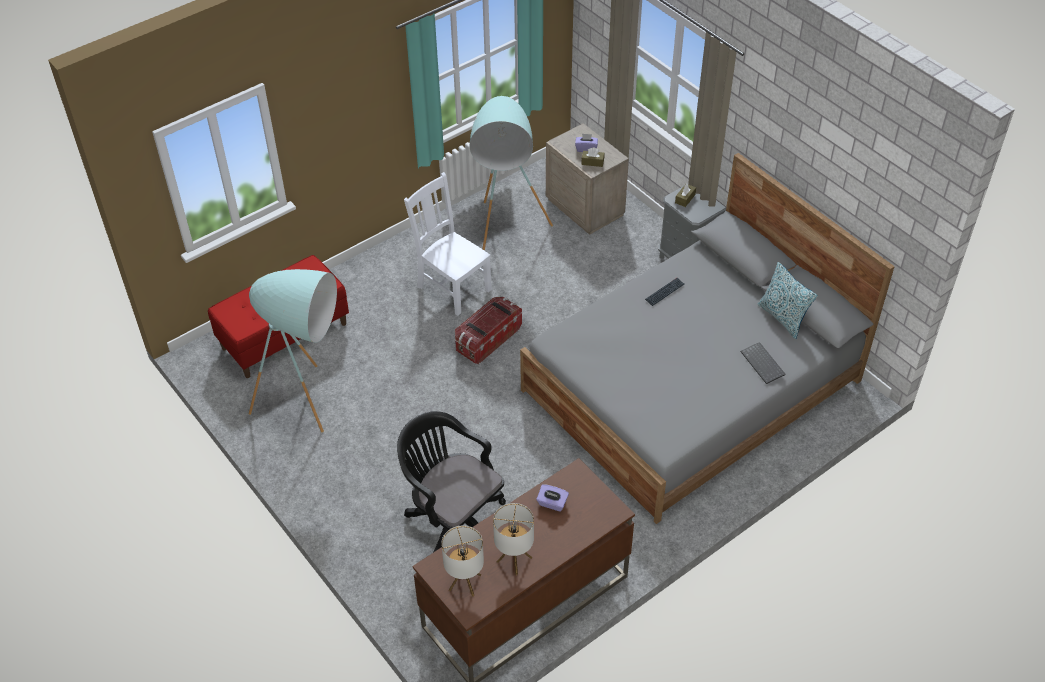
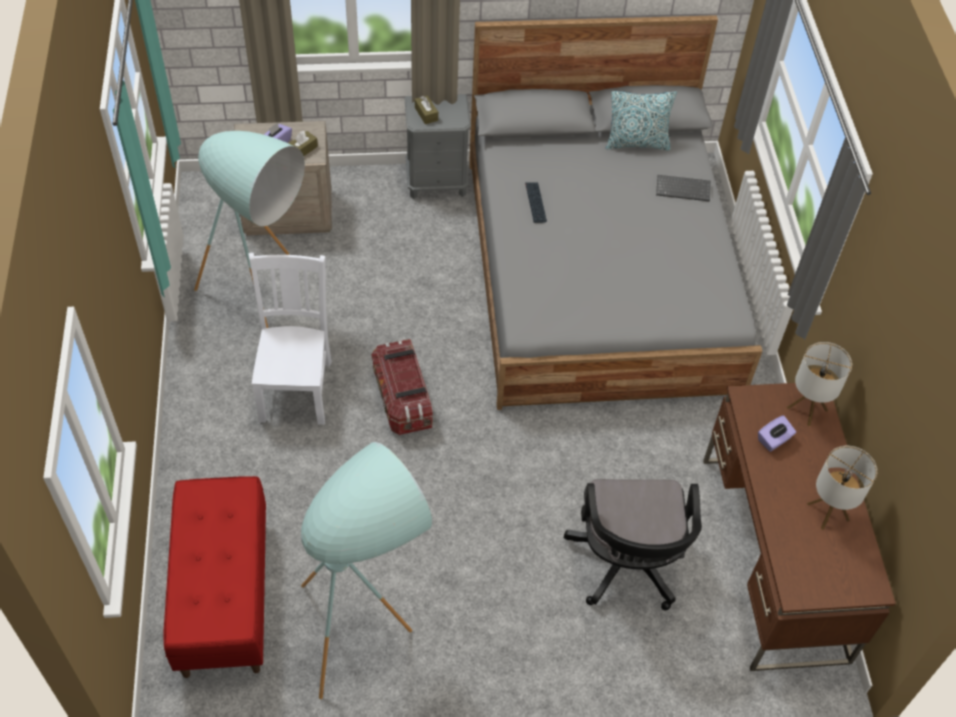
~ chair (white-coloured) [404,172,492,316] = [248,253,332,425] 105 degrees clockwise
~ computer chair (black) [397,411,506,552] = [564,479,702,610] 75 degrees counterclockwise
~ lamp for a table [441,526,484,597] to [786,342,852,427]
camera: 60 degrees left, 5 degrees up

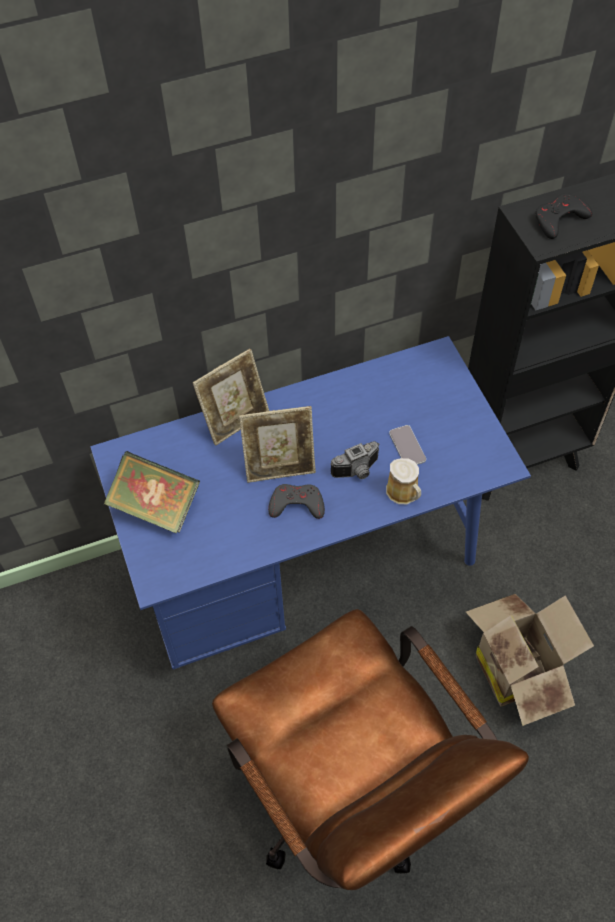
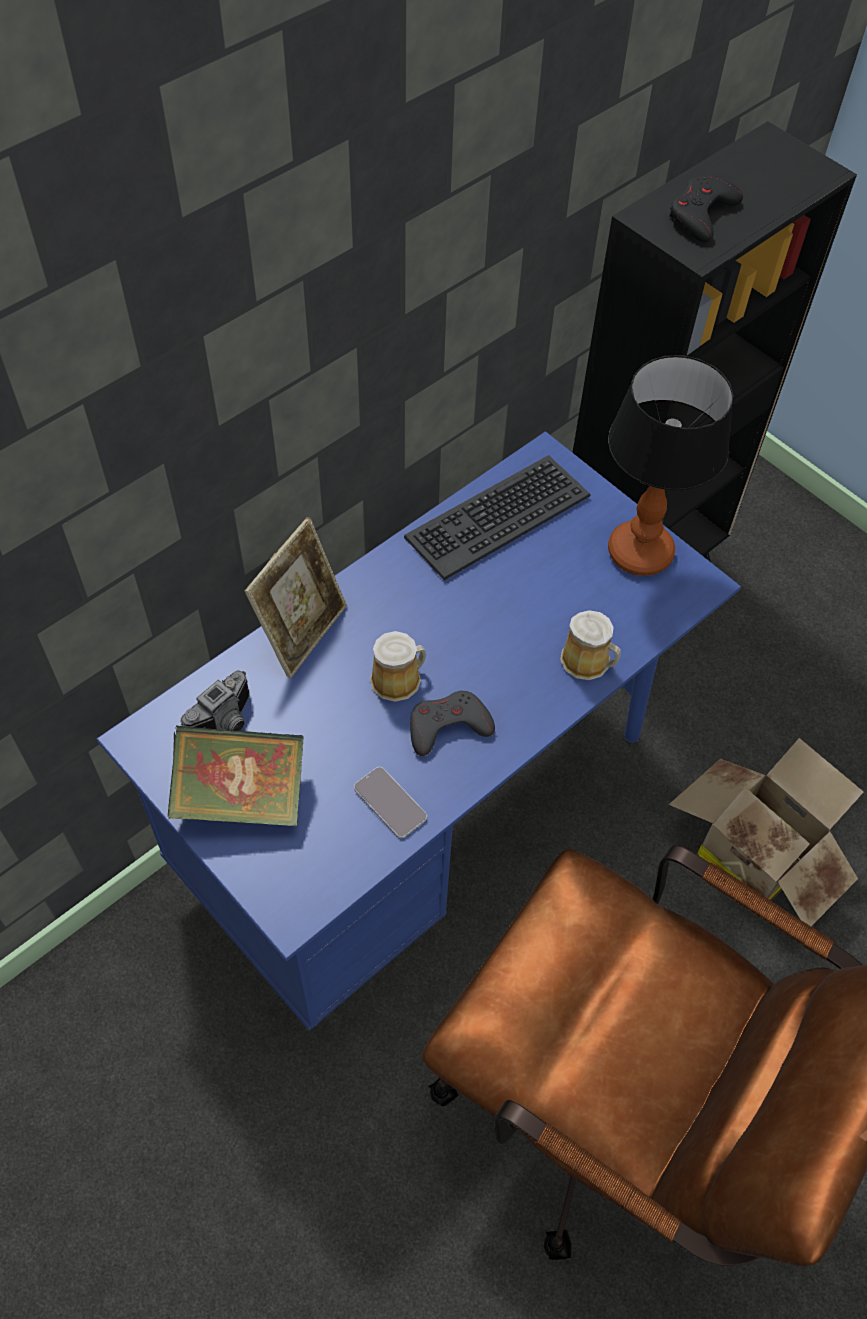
~ photo camera [330,441,380,479] to [180,671,249,731]
~ handset [389,425,426,465] to [354,767,427,838]
~ photo frame [239,406,316,483] to mug [370,631,426,702]
+ PC keyboard [404,455,591,580]
+ lamp for a table [608,355,734,576]
camera: 25 degrees left, 0 degrees up

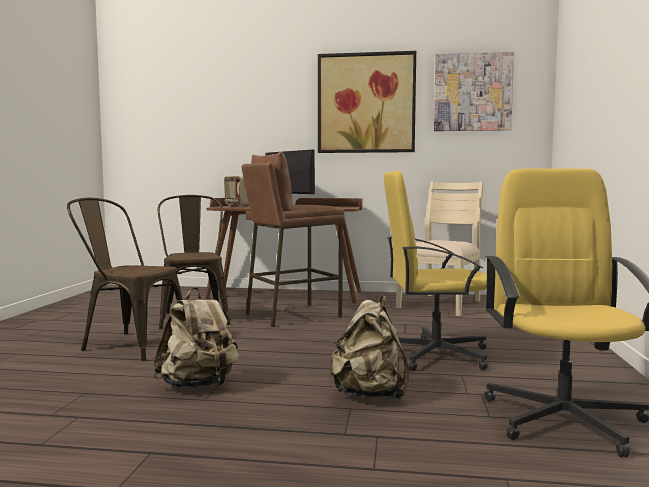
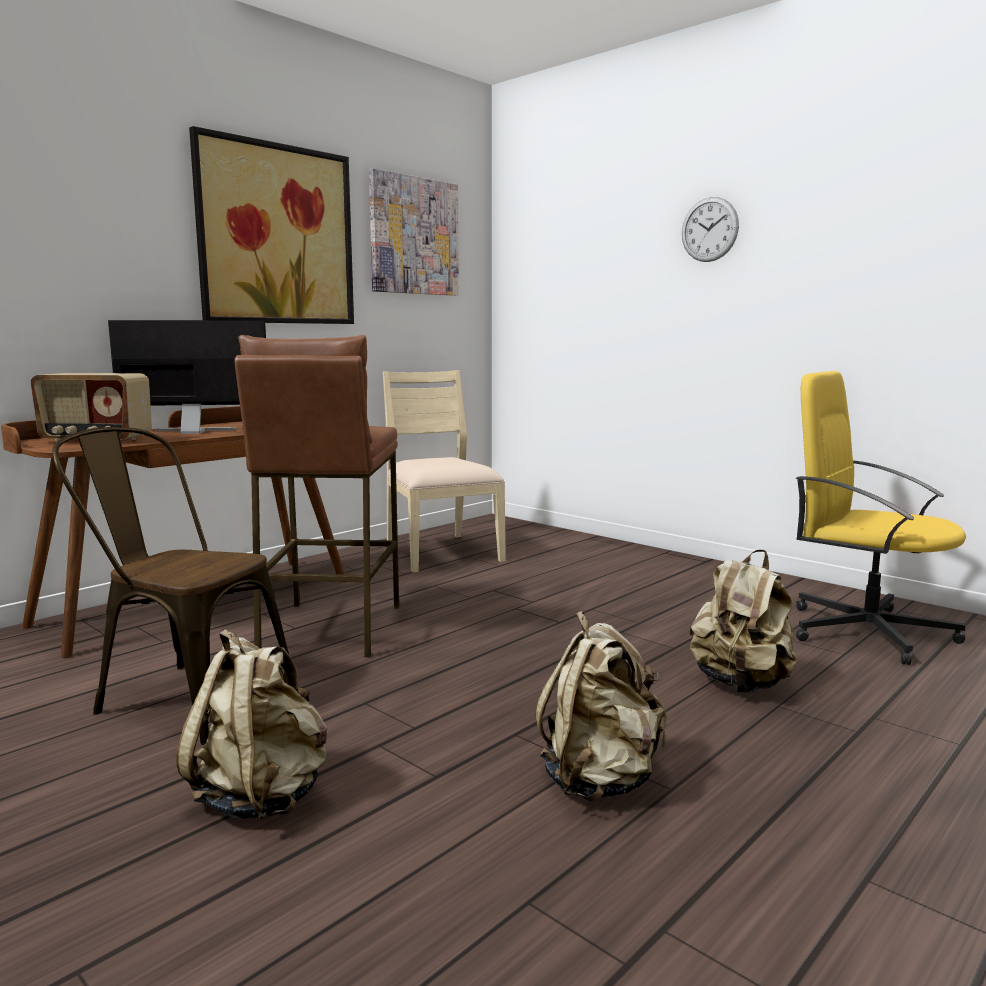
~ chair (brown-coloured) [67,198,183,361] to knapsack (beige) [176,629,328,819]
+ clock on the wall [682,197,739,262]
- computer chair (yellow-coloured) [384,171,488,371]
camera: 55 degrees left, 5 degrees up

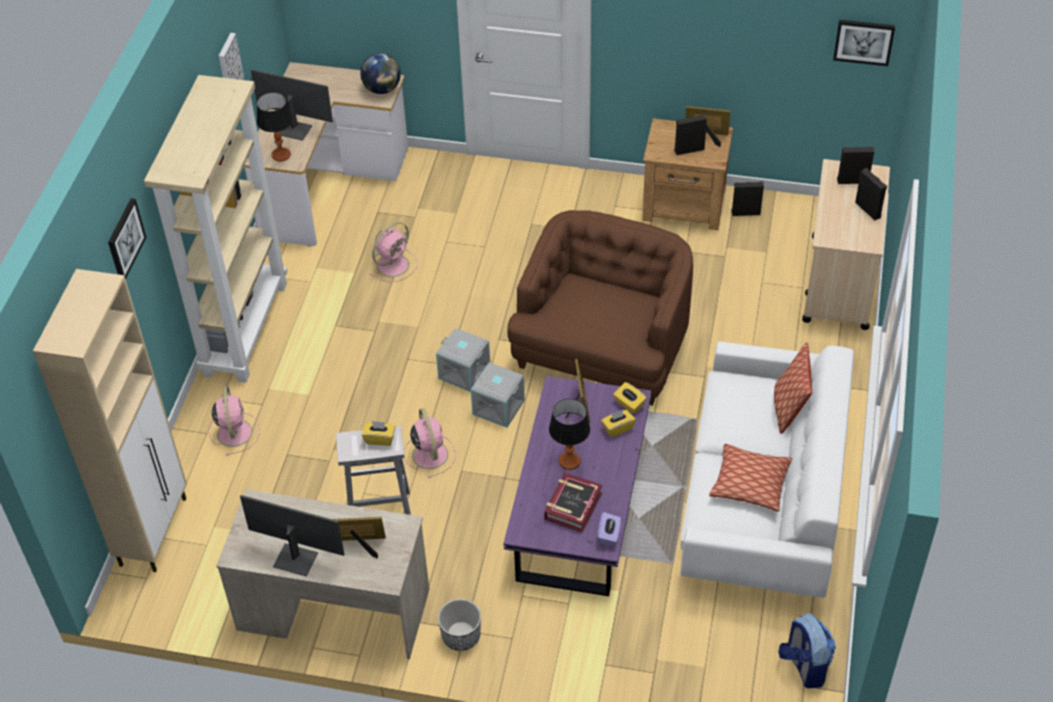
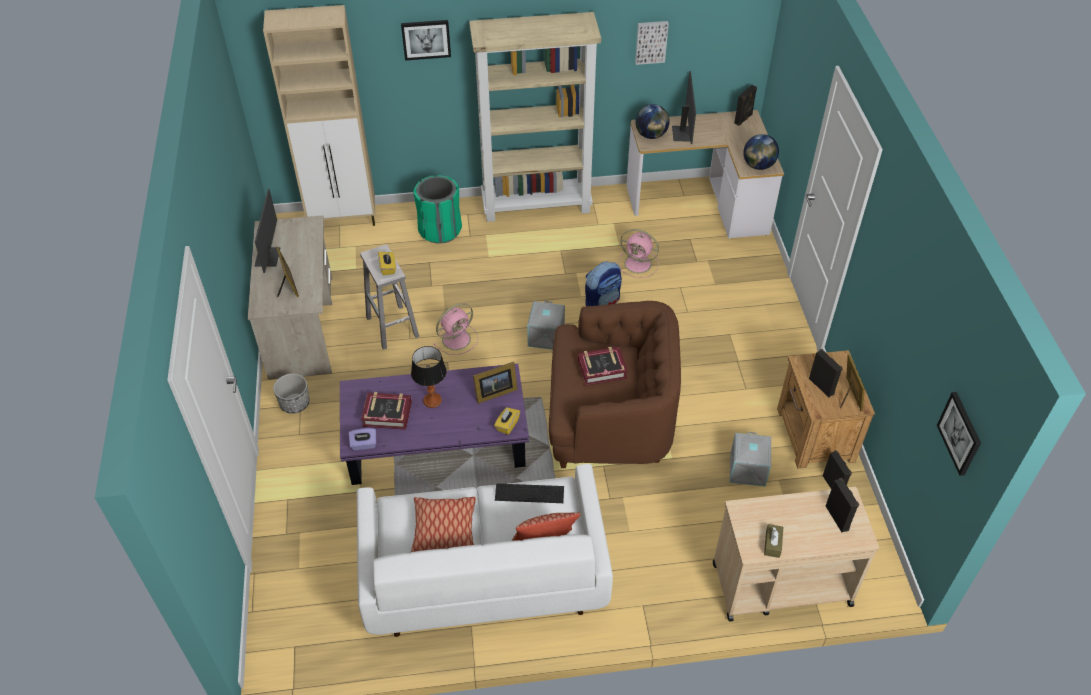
~ fan (pinkish) [209,386,260,455] to trash can (green) [413,175,462,243]
+ PC keyboard [495,484,564,503]
+ book [578,347,628,386]
~ knapsack [778,613,836,688] to [585,261,622,306]
~ lamp for a table [257,92,293,162] to world globe [635,104,670,139]
~ storage bin (grey) [471,363,525,428] to [730,432,771,487]
~ loudspeaker (black) [855,168,887,220] to [734,85,757,126]
+ tissue box (brown-coloured) [764,524,783,558]
- tissue box (yellow-coloured) [601,410,636,437]
camera: 70 degrees right, 0 degrees up

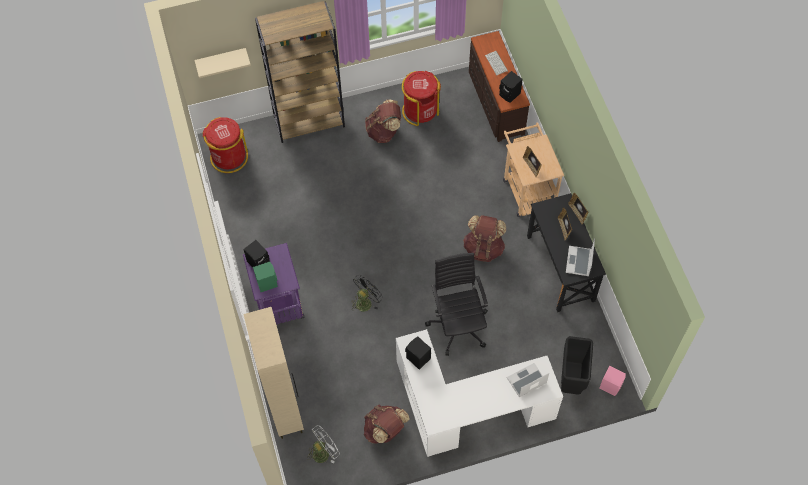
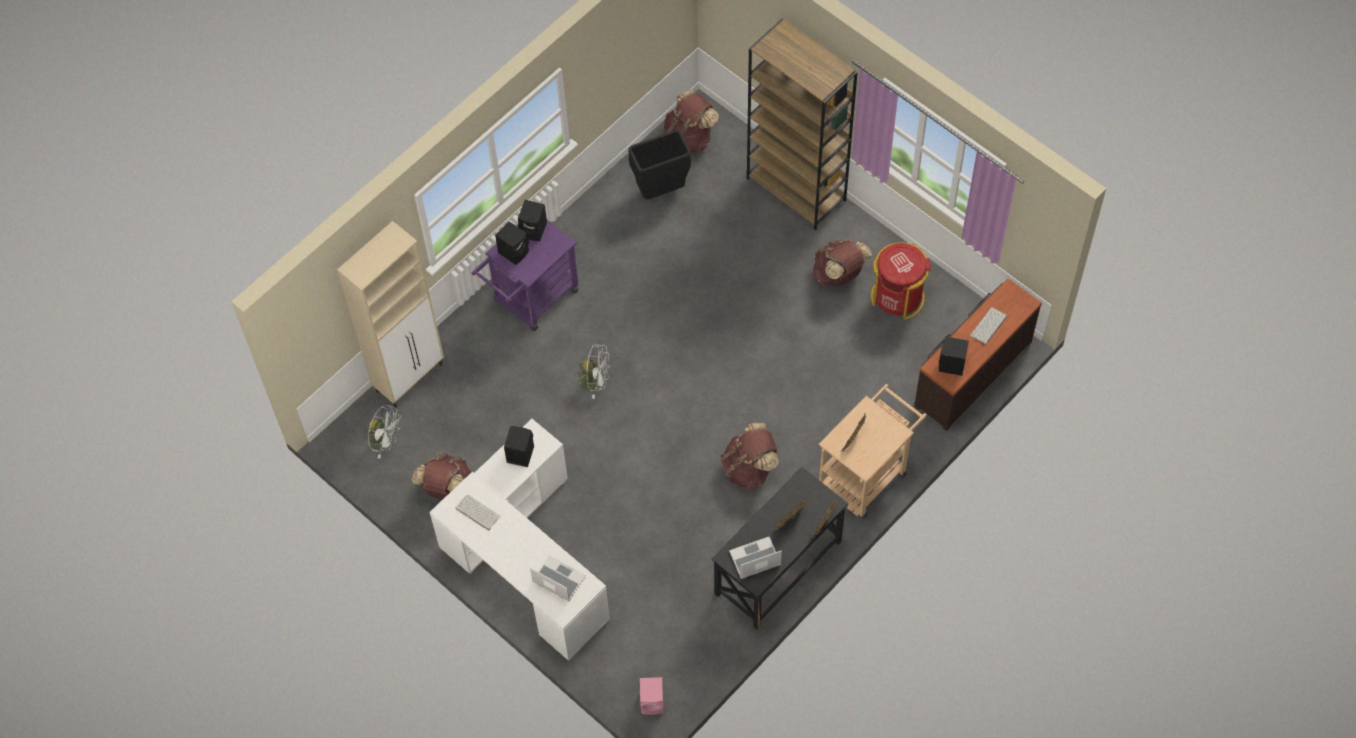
+ PC keyboard [455,495,500,531]
~ loudspeaker (green) [253,261,278,292] to loudspeaker (black) [495,221,529,265]
~ fan (black) [351,275,383,312] to fan (white-coloured) [575,344,610,399]
~ trash can (black) [561,336,593,395] to [628,130,691,200]
~ trash can (red-coloured) [203,117,248,173] to knapsack (brown-coloured) [663,90,719,153]
- bracket shelf (beige) [194,48,251,78]
- computer chair (black) [425,253,488,356]
camera: 60 degrees right, 0 degrees up

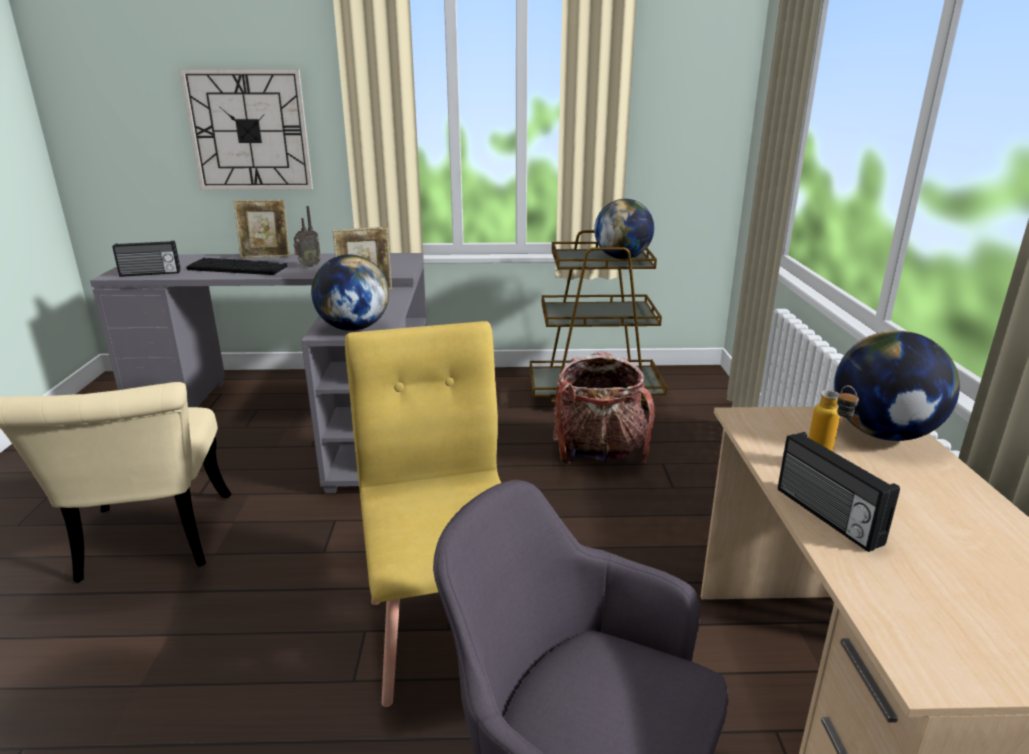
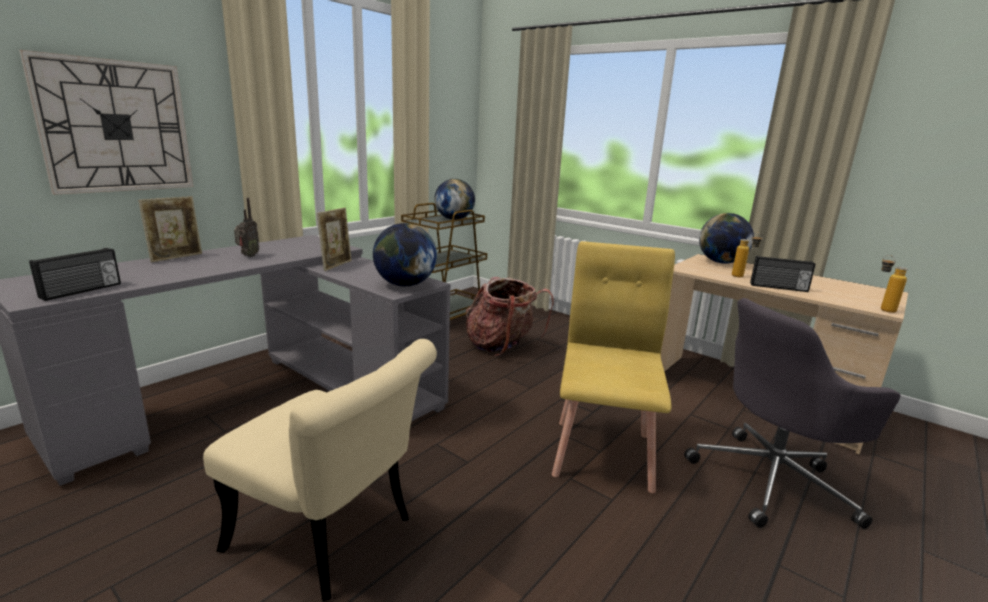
~ chair (yellow-coloured) [345,321,501,707] = [552,241,675,493] 75 degrees clockwise
+ drink bottle [881,255,908,313]
- PC keyboard [186,258,288,275]
camera: 50 degrees left, 5 degrees down

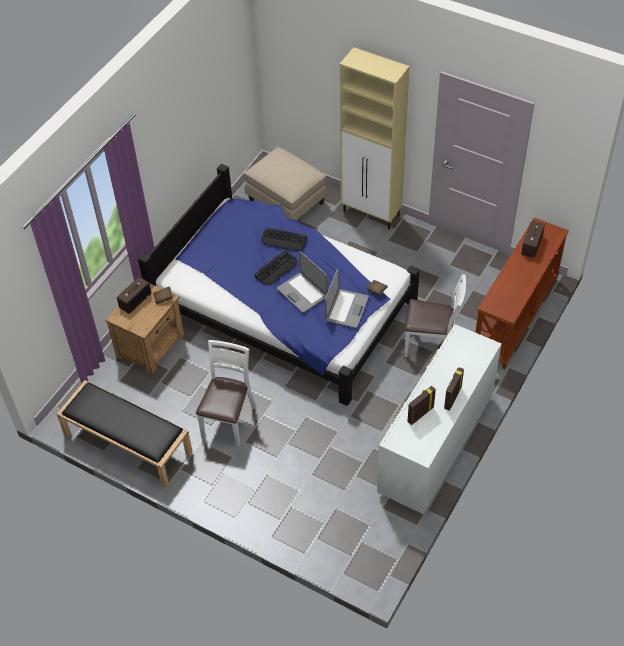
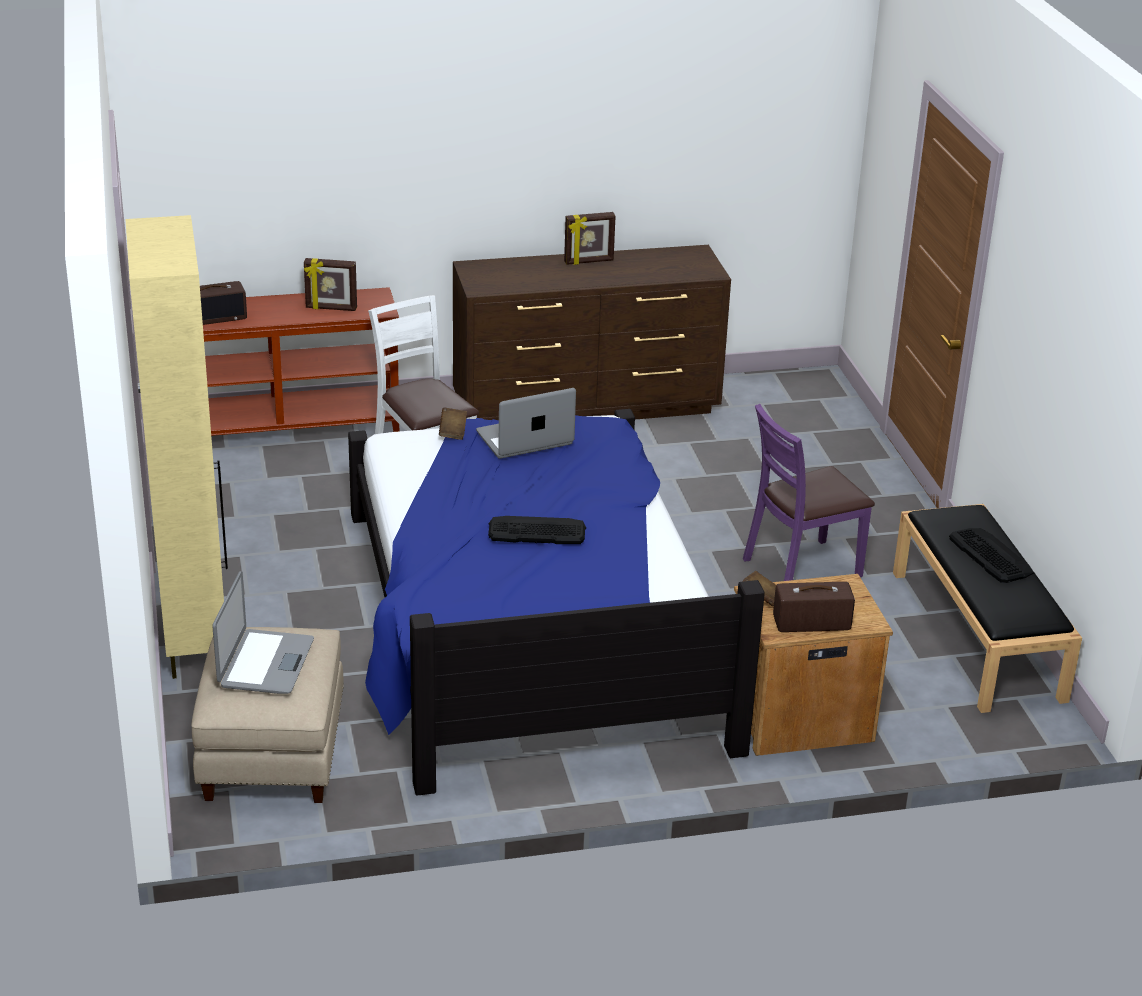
~ notebook computer [277,252,328,312] to [212,571,314,694]
~ photo frame [407,386,436,425] to [304,258,357,311]
~ drawer chest (white-coloured) [377,324,501,515] to drawer chest (brown-coloured) [453,245,731,420]
~ chair (white-coloured) [196,340,256,447] to chair (purplish) [743,404,875,581]
~ PC keyboard [261,228,307,251] to [949,528,1034,583]
camera: 135 degrees left, 20 degrees down

